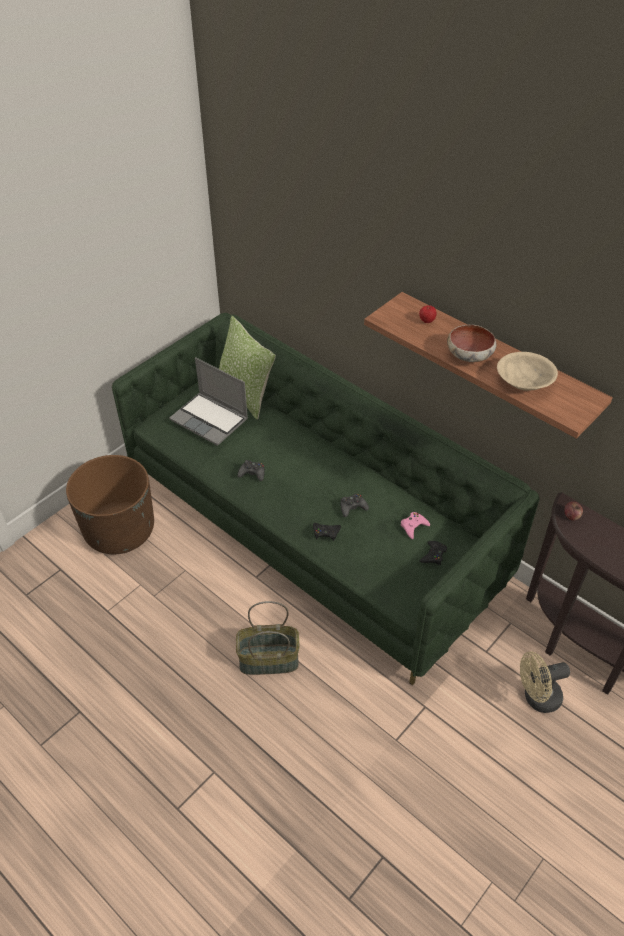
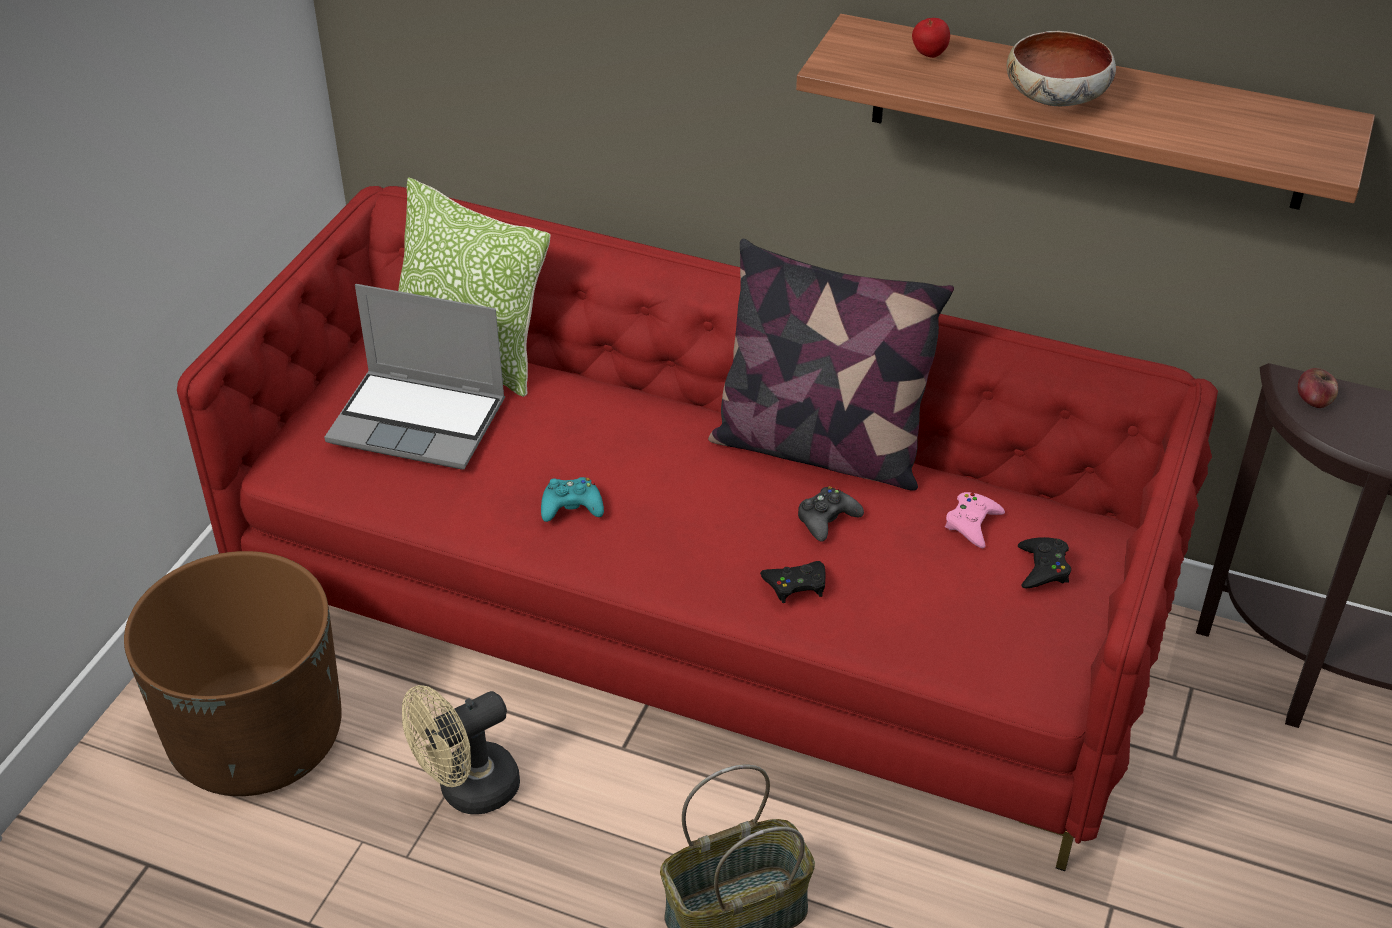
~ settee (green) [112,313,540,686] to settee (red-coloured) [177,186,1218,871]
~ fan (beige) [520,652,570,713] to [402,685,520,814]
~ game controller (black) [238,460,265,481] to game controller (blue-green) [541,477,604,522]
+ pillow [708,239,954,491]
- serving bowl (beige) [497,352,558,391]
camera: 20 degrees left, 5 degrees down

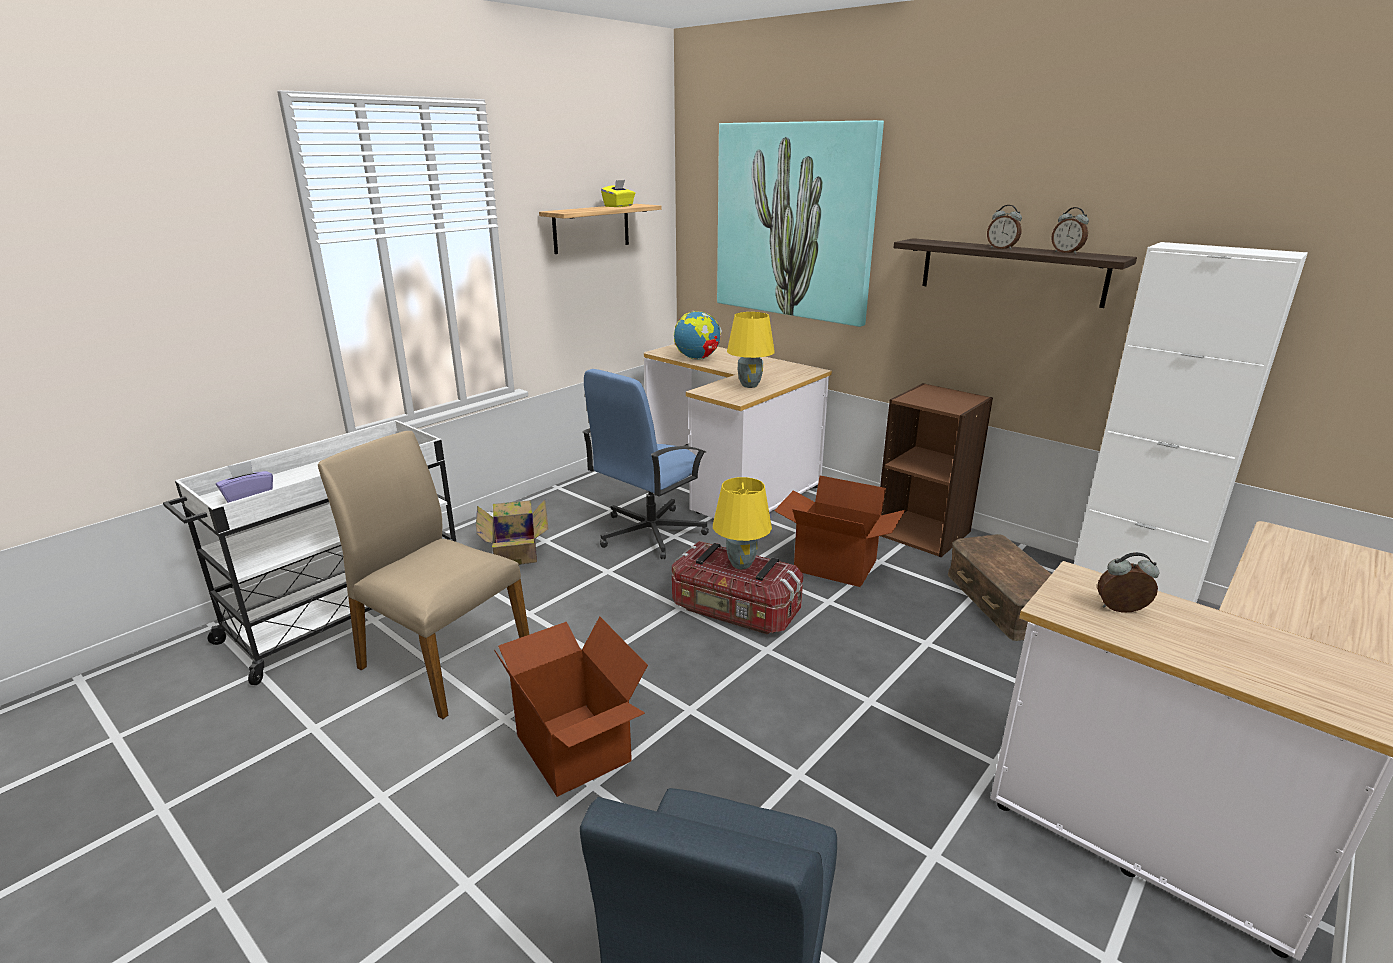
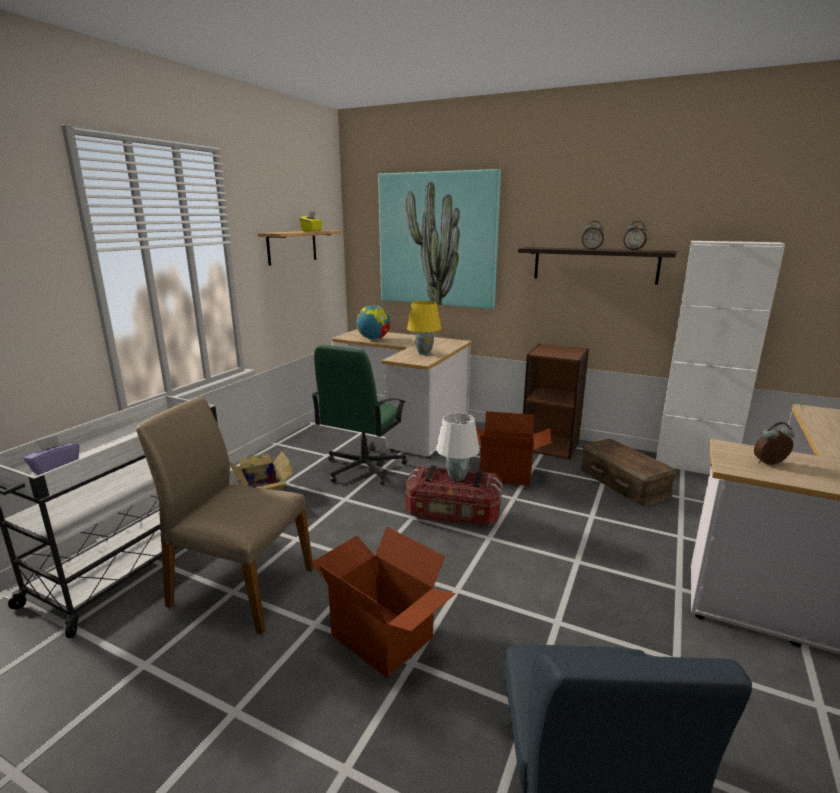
~ computer chair (blue) [582,369,709,559] to computer chair (green) [311,345,407,485]
~ lamp for a table (yellow-coloured) [713,477,772,569] to lamp for a table (white-coloured) [436,413,480,481]
camera: 15 degrees left, 5 degrees down

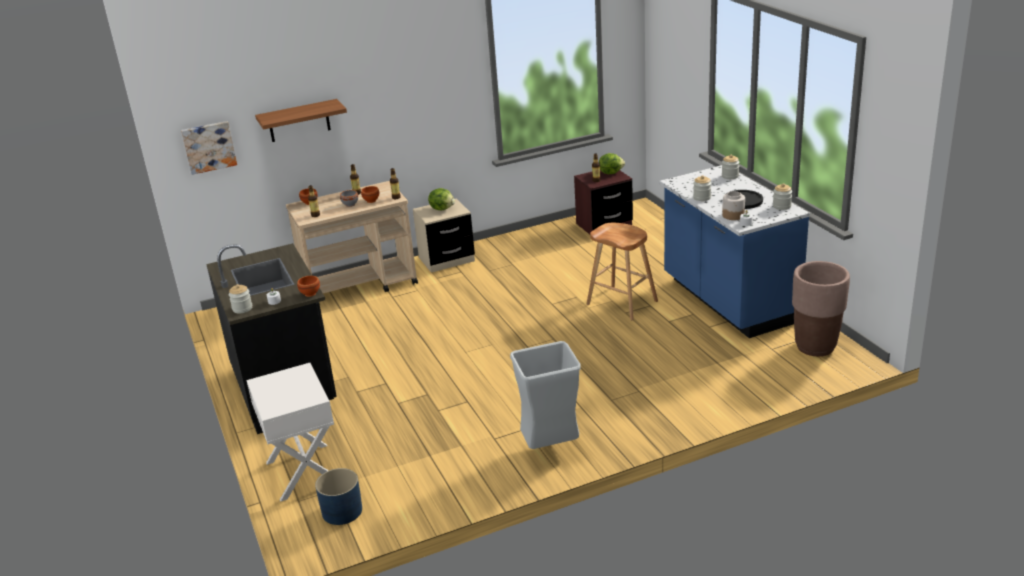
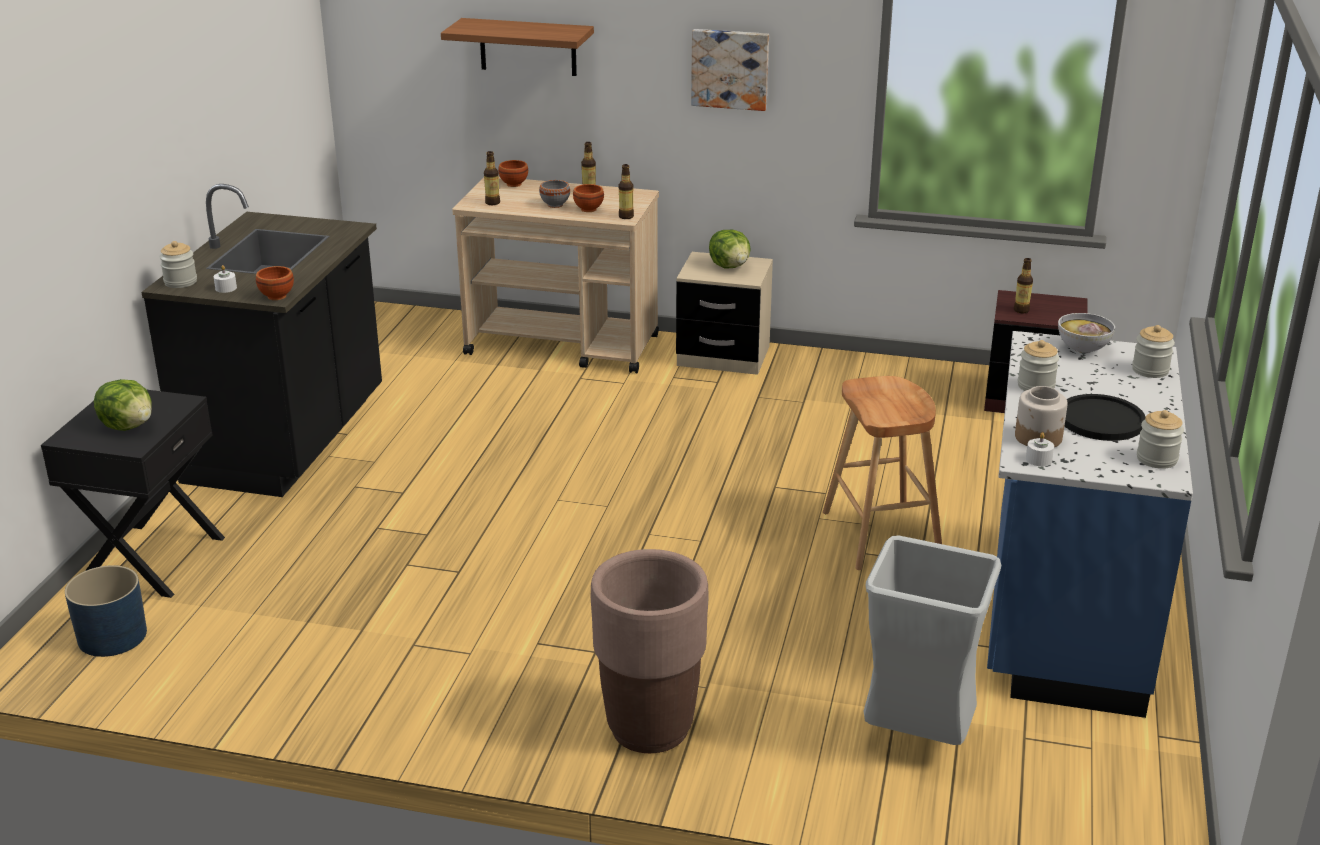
~ nightstand (white-coloured) [247,363,334,502] to nightstand (black) [41,390,225,598]
~ head of lettuce [599,153,625,174] to [94,379,152,431]
~ planter (brown-coloured) [792,261,850,356] to [591,549,709,753]
~ wall art [181,121,237,175] to [691,29,769,111]
~ trash can (grey) [510,341,581,449] to [863,535,1001,745]
+ serving bowl [1058,313,1115,353]
camera: 35 degrees right, 0 degrees up

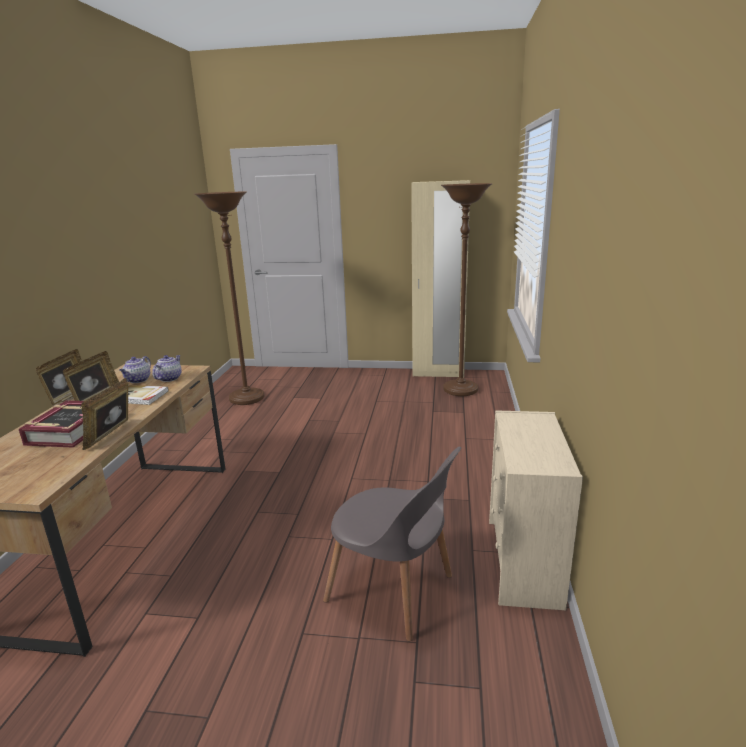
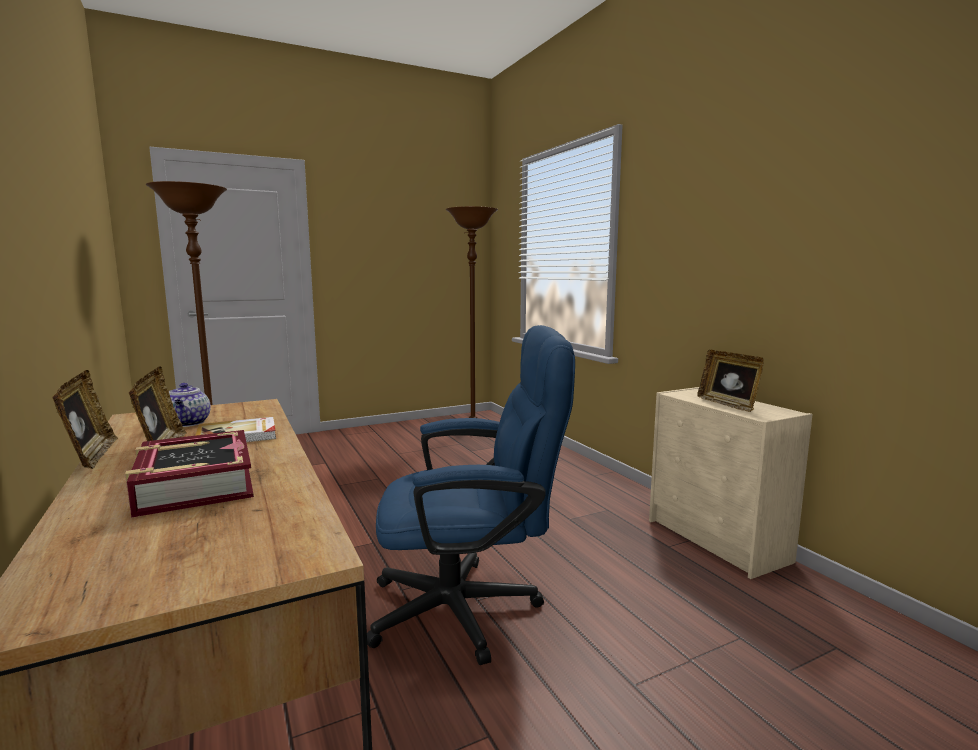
+ computer chair (blue) [367,325,575,665]
~ photo frame [81,378,128,450] to [697,350,764,412]
- pot for tea [152,355,182,382]
- chair (grey) [323,447,461,641]
- armoire (beige) [411,180,470,377]
camera: 35 degrees left, 10 degrees down

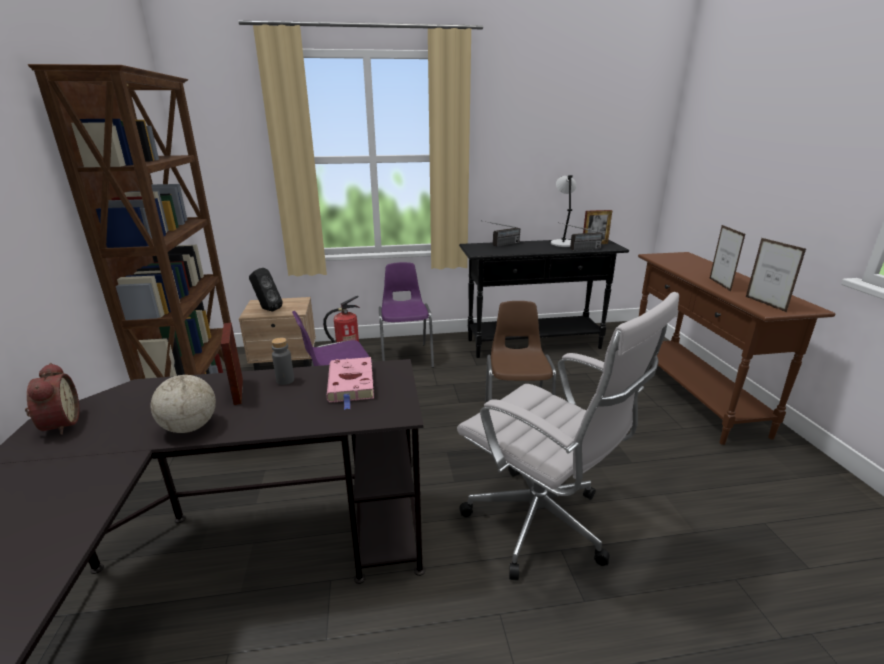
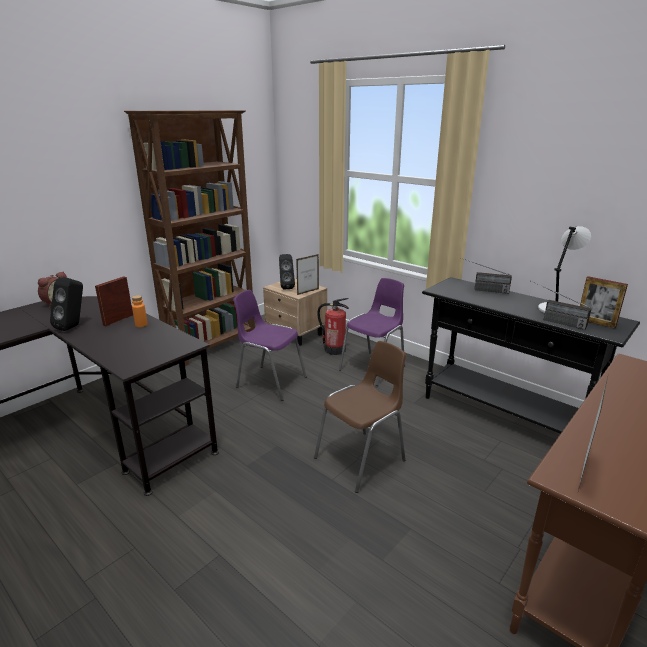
~ world globe [151,345,216,433] to loudspeaker (black) [50,277,83,331]
~ drink bottle (grey) [272,338,294,385] to drink bottle (orange-coloured) [132,295,148,327]
~ photo frame [709,225,745,292] to [296,254,319,295]
- book (pinkish) [326,357,374,410]
- computer chair (white-coloured) [457,292,679,581]
camera: 50 degrees right, 0 degrees up

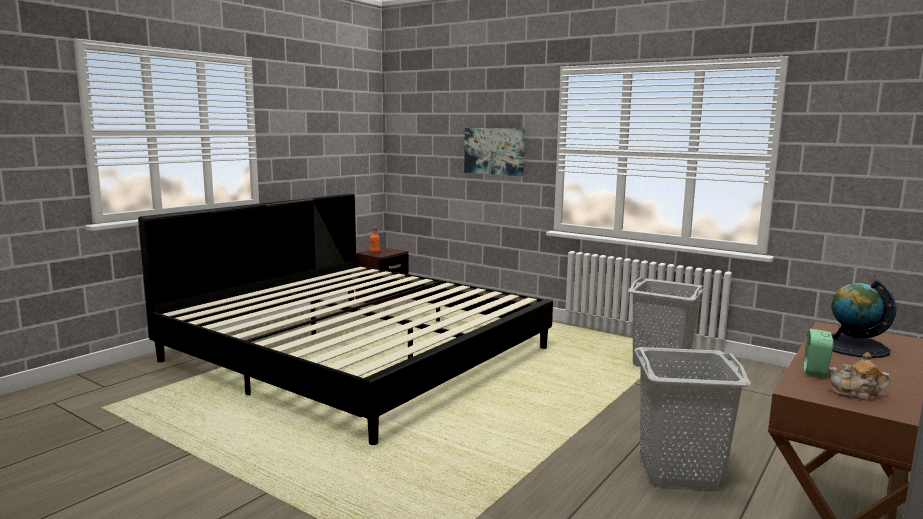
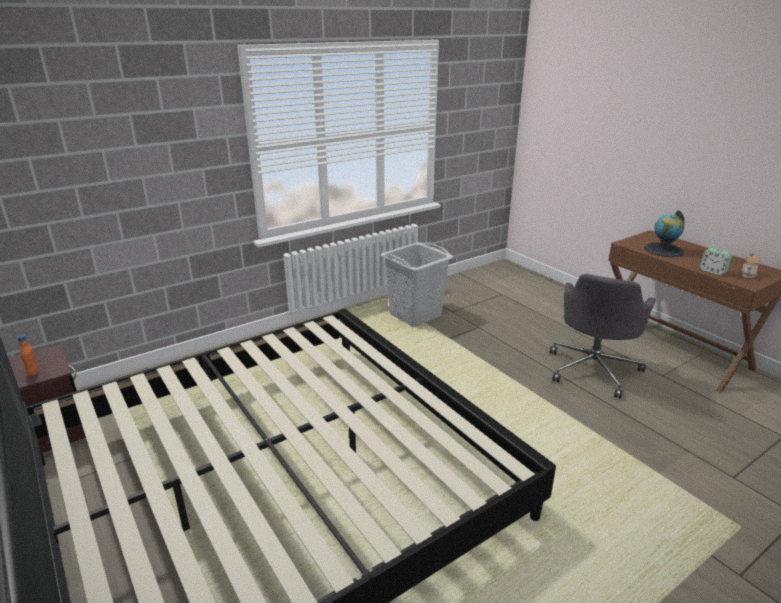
~ laundry basket (grey) [634,347,751,489] to computer chair (grey) [550,274,656,399]
- wall art [464,128,525,176]
camera: 70 degrees left, 15 degrees up

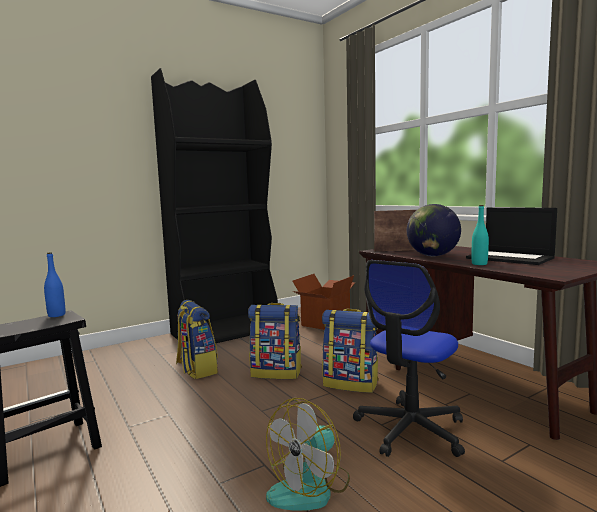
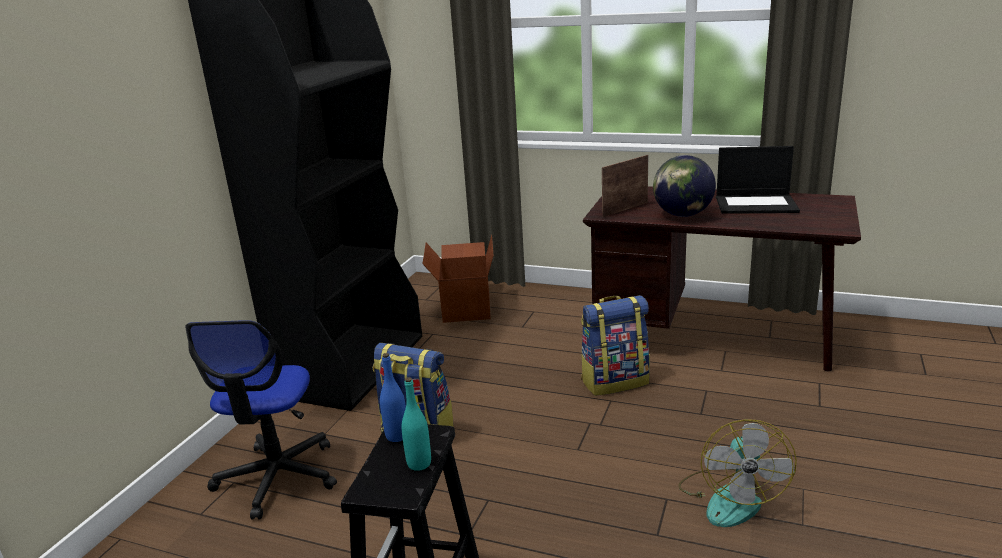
~ computer chair [353,260,465,457] to [185,320,337,519]
~ drink bottle (blue-green) [472,205,489,265] to [401,377,431,471]
- knapsack [248,303,302,379]
camera: 35 degrees left, 15 degrees up

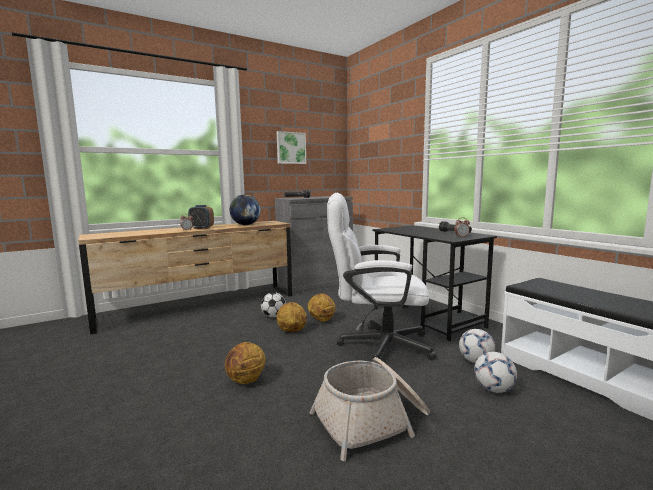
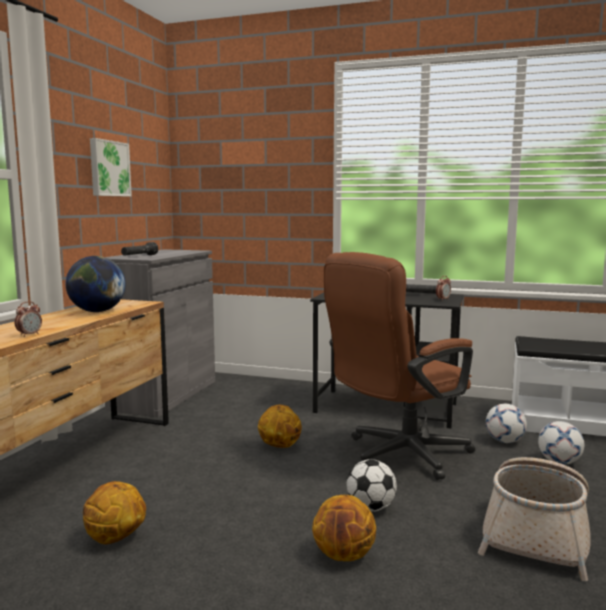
~ basketball ball [276,302,307,332] to [83,481,146,544]
~ computer chair (white-coloured) [327,193,437,362] to computer chair (brown-coloured) [324,252,475,480]
~ ball for football [261,292,286,317] to [347,459,397,511]
- alarm clock [188,205,214,229]
camera: 40 degrees left, 0 degrees up

